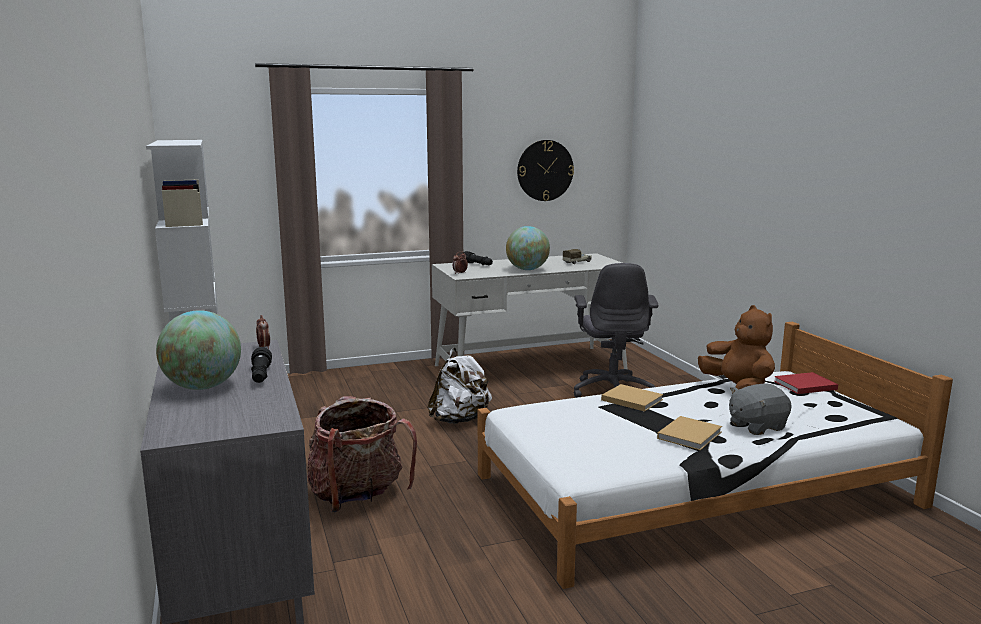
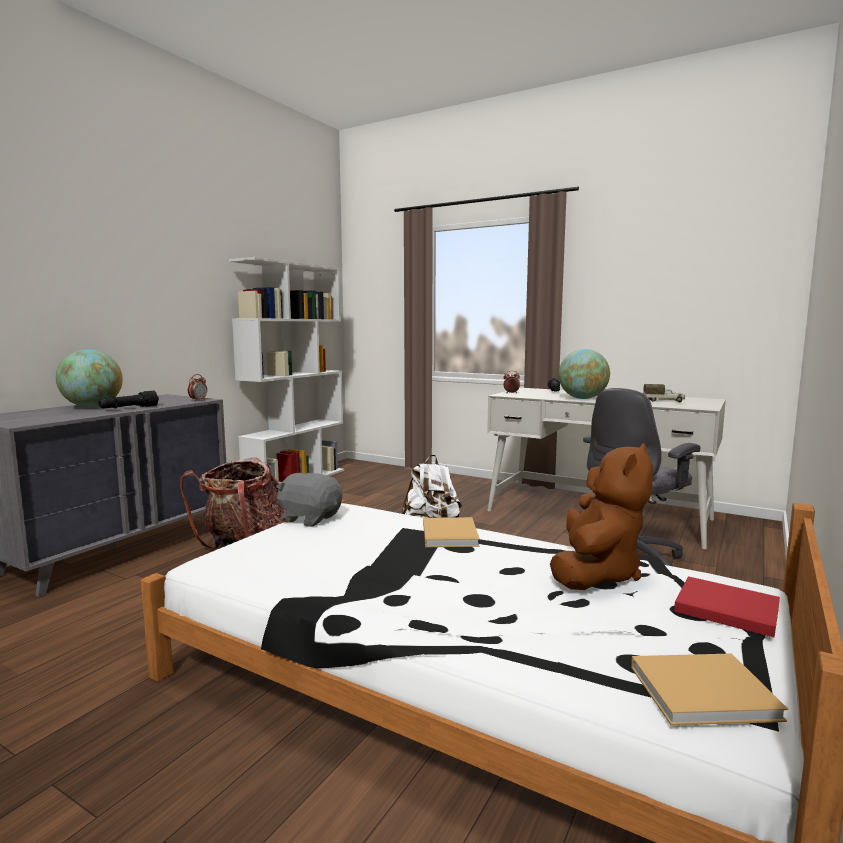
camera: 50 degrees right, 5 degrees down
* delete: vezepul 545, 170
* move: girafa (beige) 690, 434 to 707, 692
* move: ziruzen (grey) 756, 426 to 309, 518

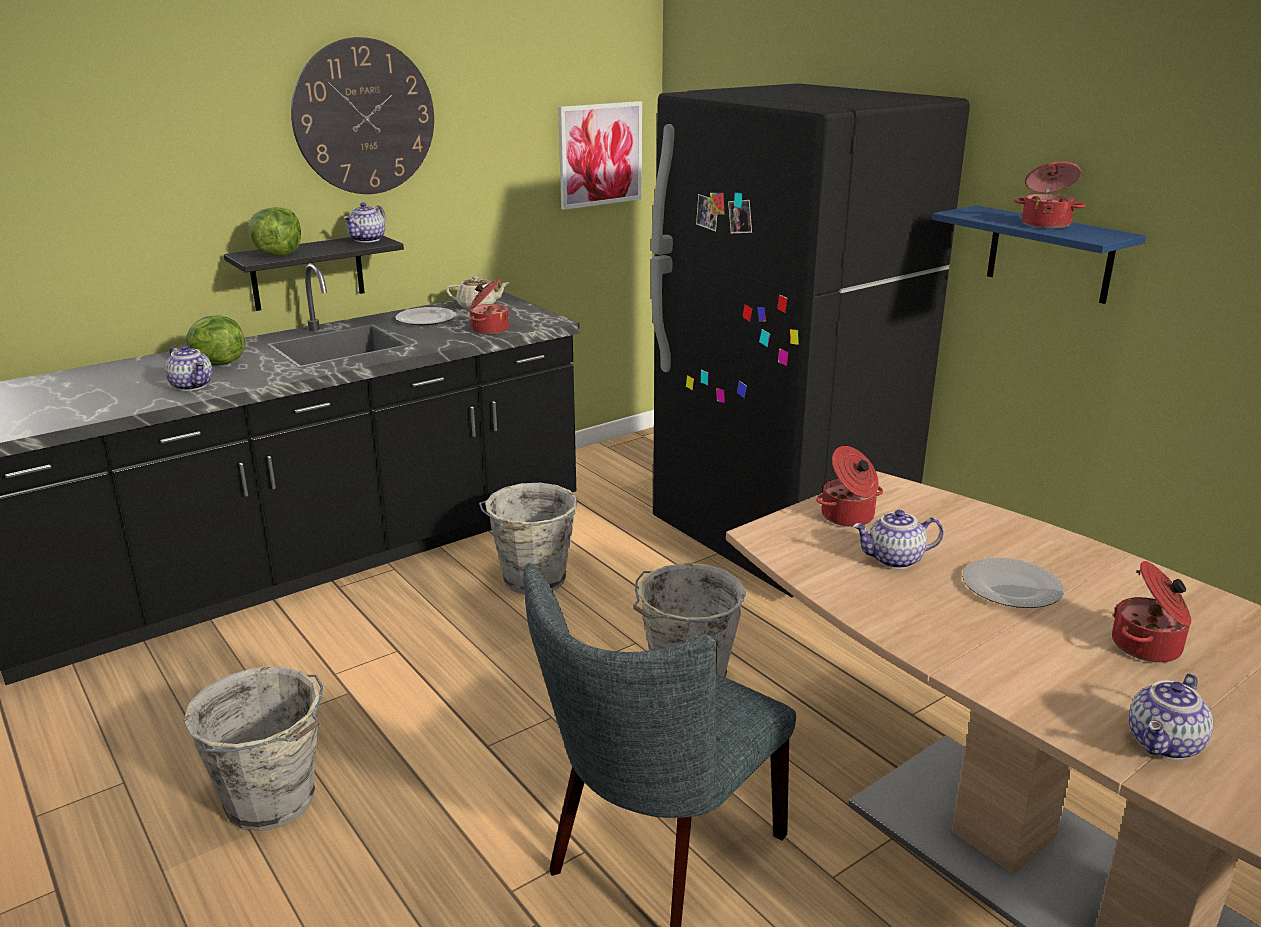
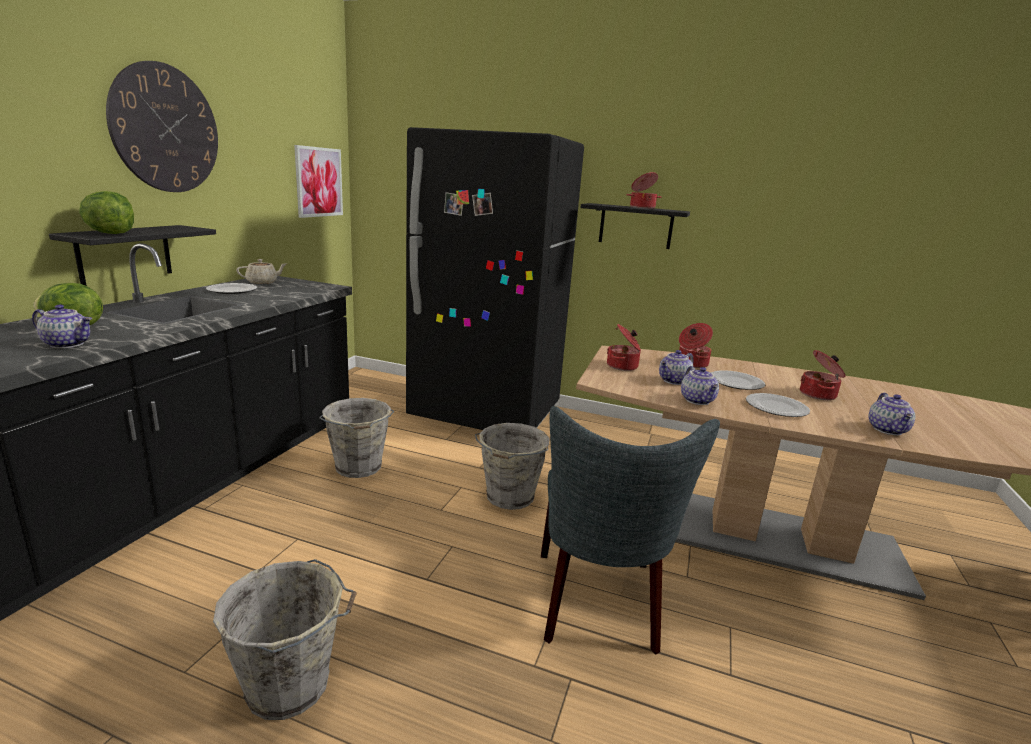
camera: 35 degrees left, 5 degrees down
* move: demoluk 368, 240 to 698, 400
* move: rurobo 489, 329 to 691, 364
* recolor: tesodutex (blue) 1049, 254 to tesodutex (black) 635, 226
* insert: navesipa 775, 407

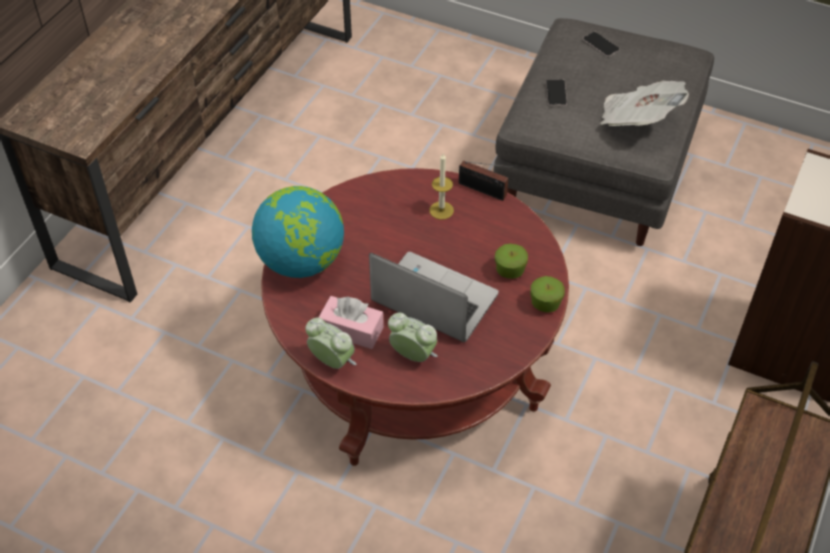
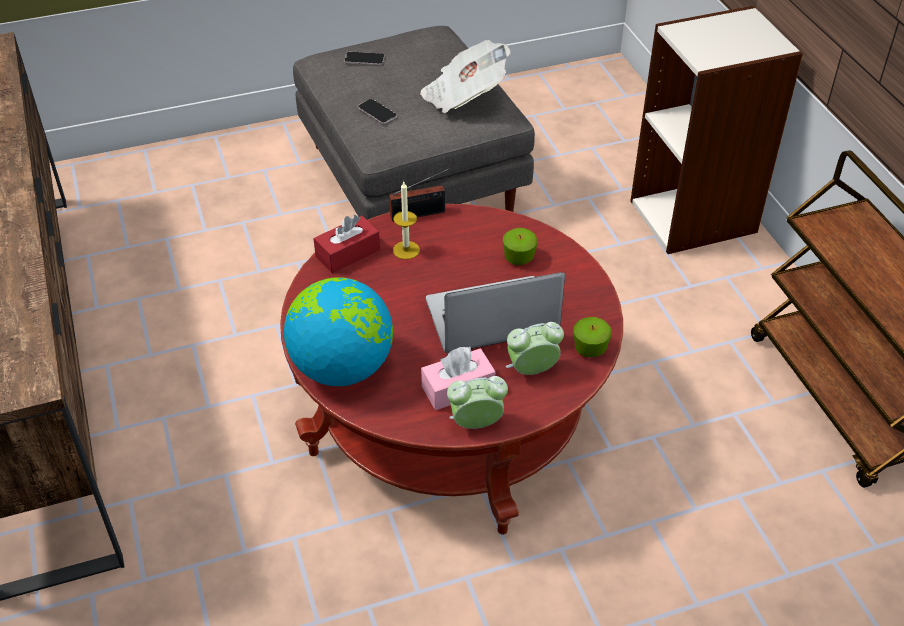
camera: 45 degrees left, 5 degrees down
* move: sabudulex 545, 304 to 590, 349
* insert: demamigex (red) 348, 253

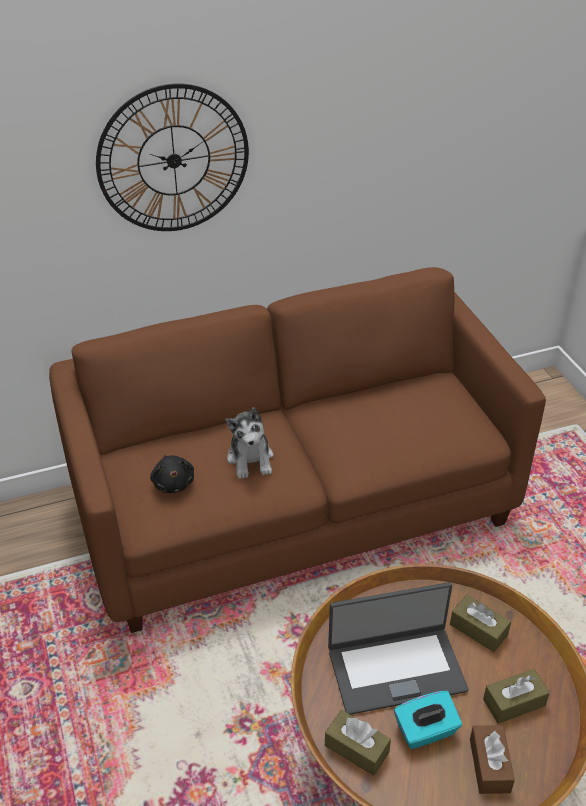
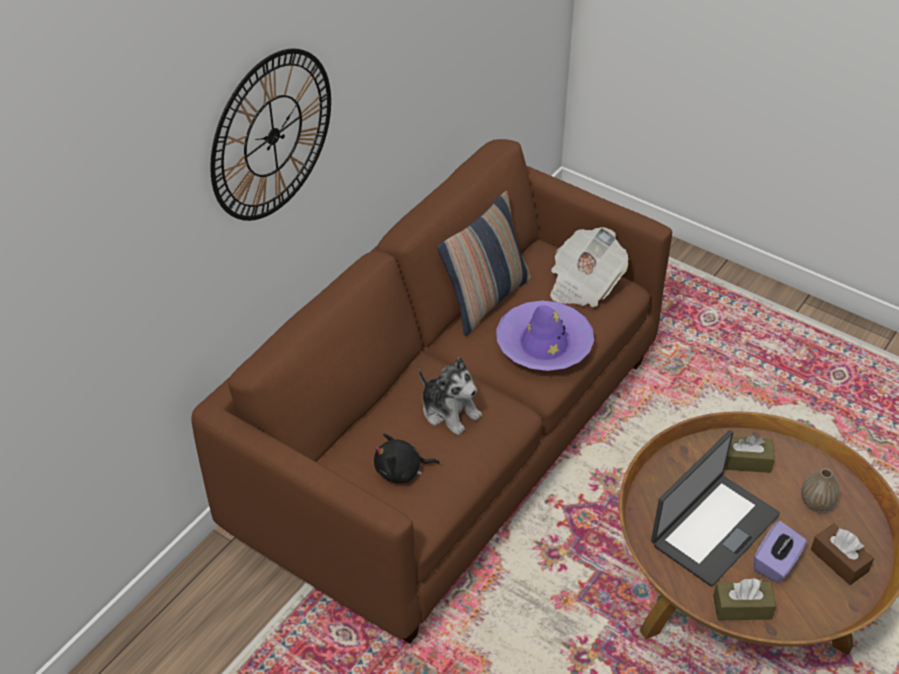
camera: 35 degrees left, 5 degrees up
* rotate: ziruzen (black) 173, 482 = 401, 471 135 degrees clockwise
* recolor: demamigex (turquoise) 425, 731 to demamigex (purple) 776, 563
* replace: demamigex (brown) 514, 702 to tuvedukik 816, 503
* insert: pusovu 486, 300
* insert: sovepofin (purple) 544, 344
* insert: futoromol 584, 284

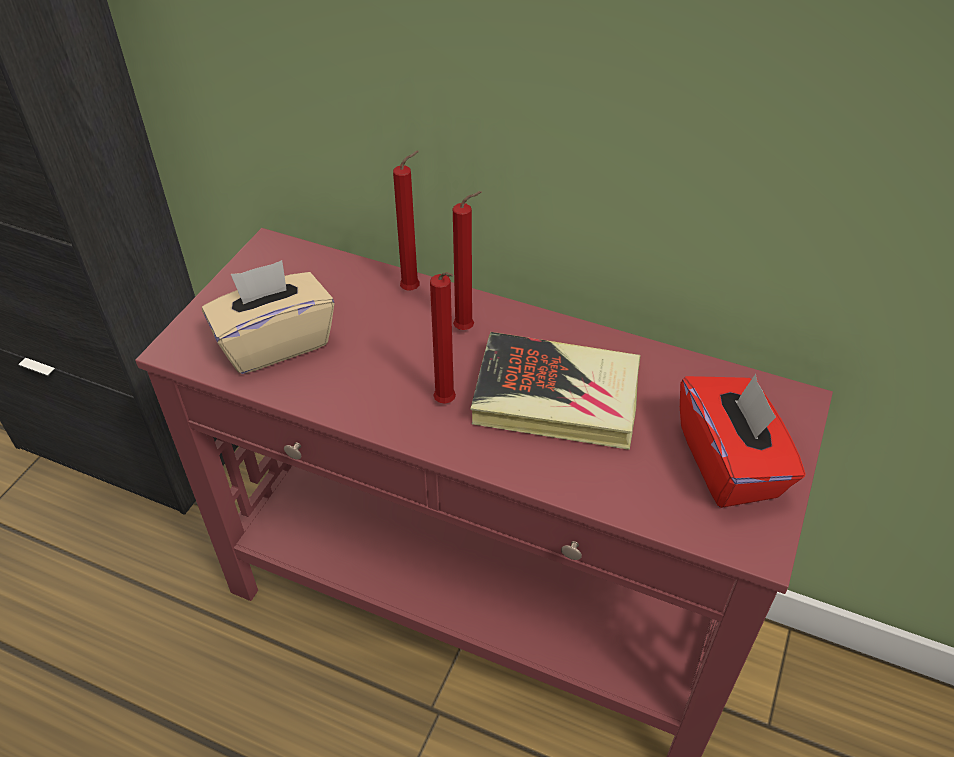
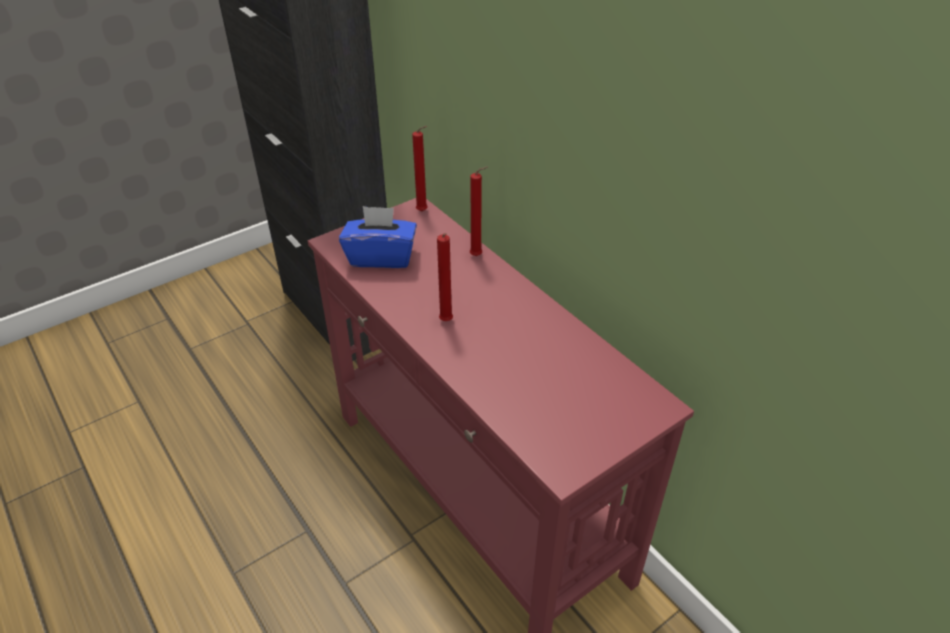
camera: 30 degrees right, 5 degrees down
* recolor: demamigex (beige) 275, 342 to demamigex (blue) 381, 257
* move: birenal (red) 467, 329 to 423, 212
* delete: girafa 556, 399
* delete: demamigex (red) 730, 463

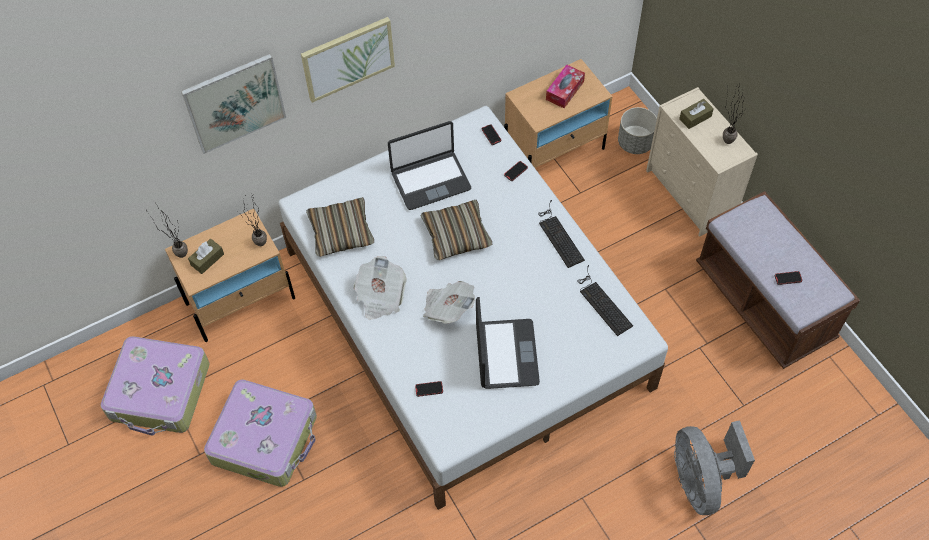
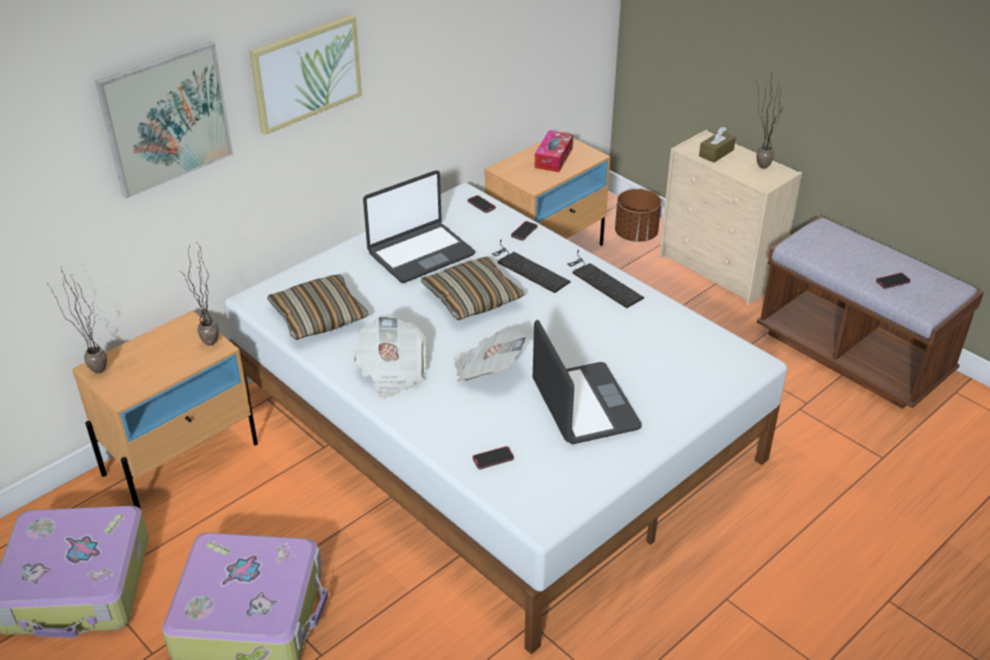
camera: 15 degrees left, 20 degrees down
* delete: demamigex (brown) 207, 259
* move: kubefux 602, 302 to 527, 268
* recolor: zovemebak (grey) 635, 143 to zovemebak (brown) 635, 235
* delete: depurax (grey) 700, 480

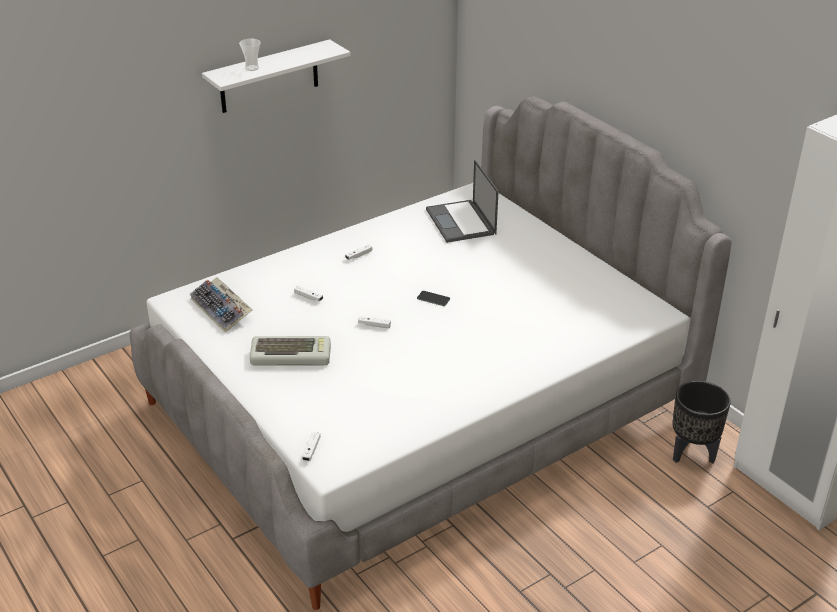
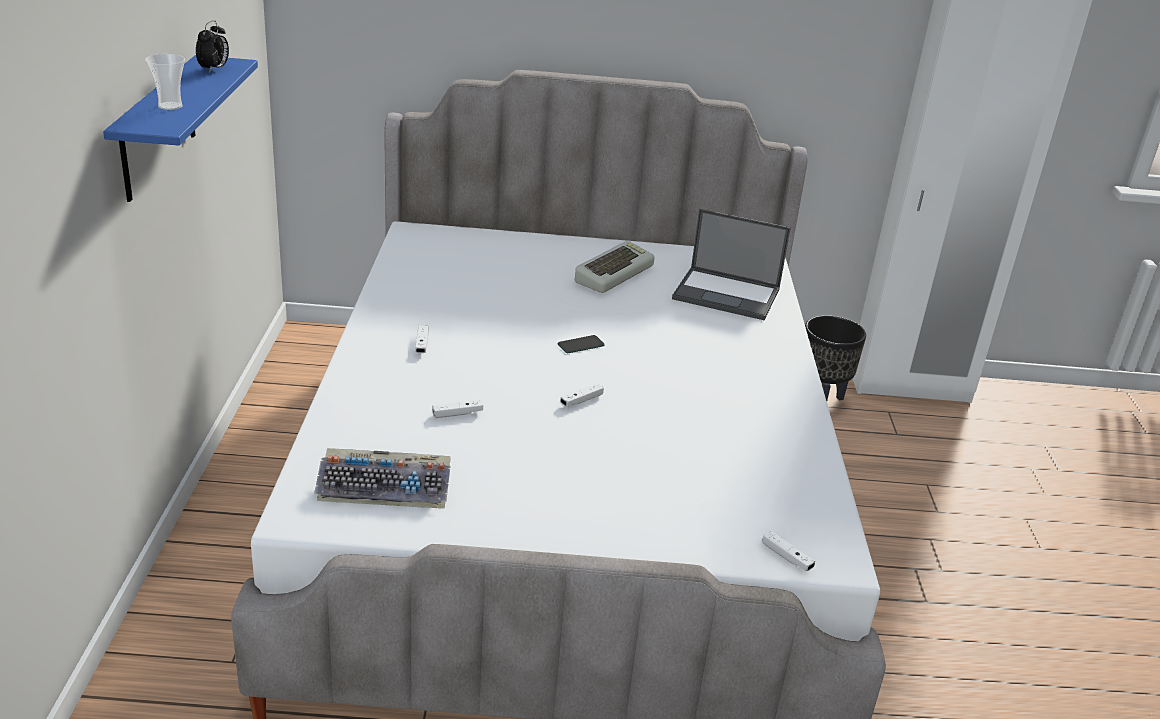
camera: 55 degrees left, 5 degrees down
* recolor: tesodutex (white) 269, 77 to tesodutex (blue) 157, 128
* move: kubefux 292, 355 to 613, 273
* move: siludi 461, 222 to 728, 294
* insert: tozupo 214, 69

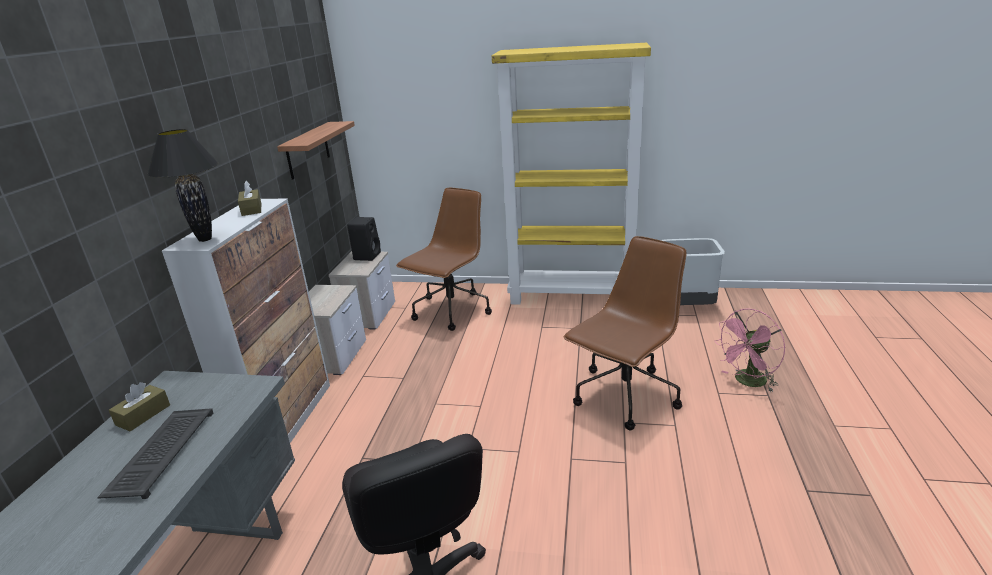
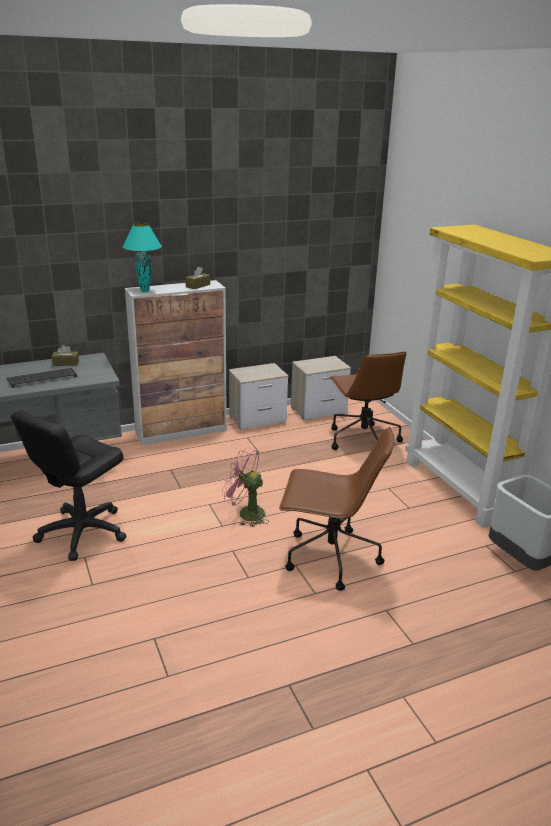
camera: 55 degrees right, 0 degrees up
* recolor: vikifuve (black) 205, 239 to vikifuve (turquoise) 144, 291
* delete: tesodutex 308, 150
* delete: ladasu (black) 367, 256
* rotate: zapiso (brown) 451, 311 = 362, 440 75 degrees clockwise
* move: depurax (pink) 747, 382 to 245, 513

